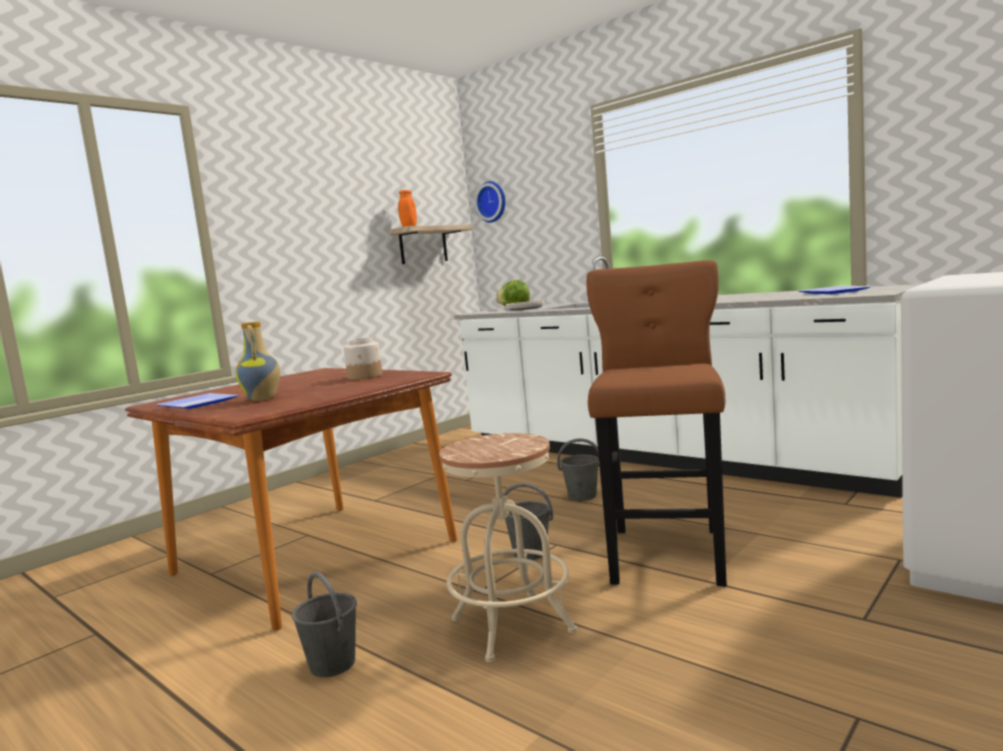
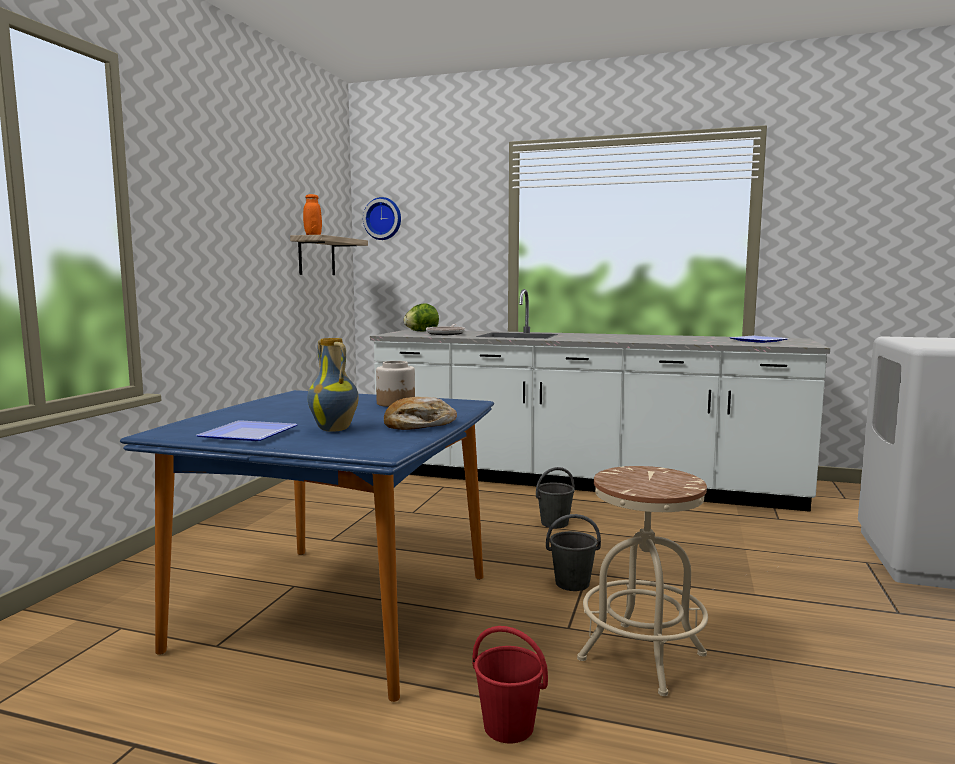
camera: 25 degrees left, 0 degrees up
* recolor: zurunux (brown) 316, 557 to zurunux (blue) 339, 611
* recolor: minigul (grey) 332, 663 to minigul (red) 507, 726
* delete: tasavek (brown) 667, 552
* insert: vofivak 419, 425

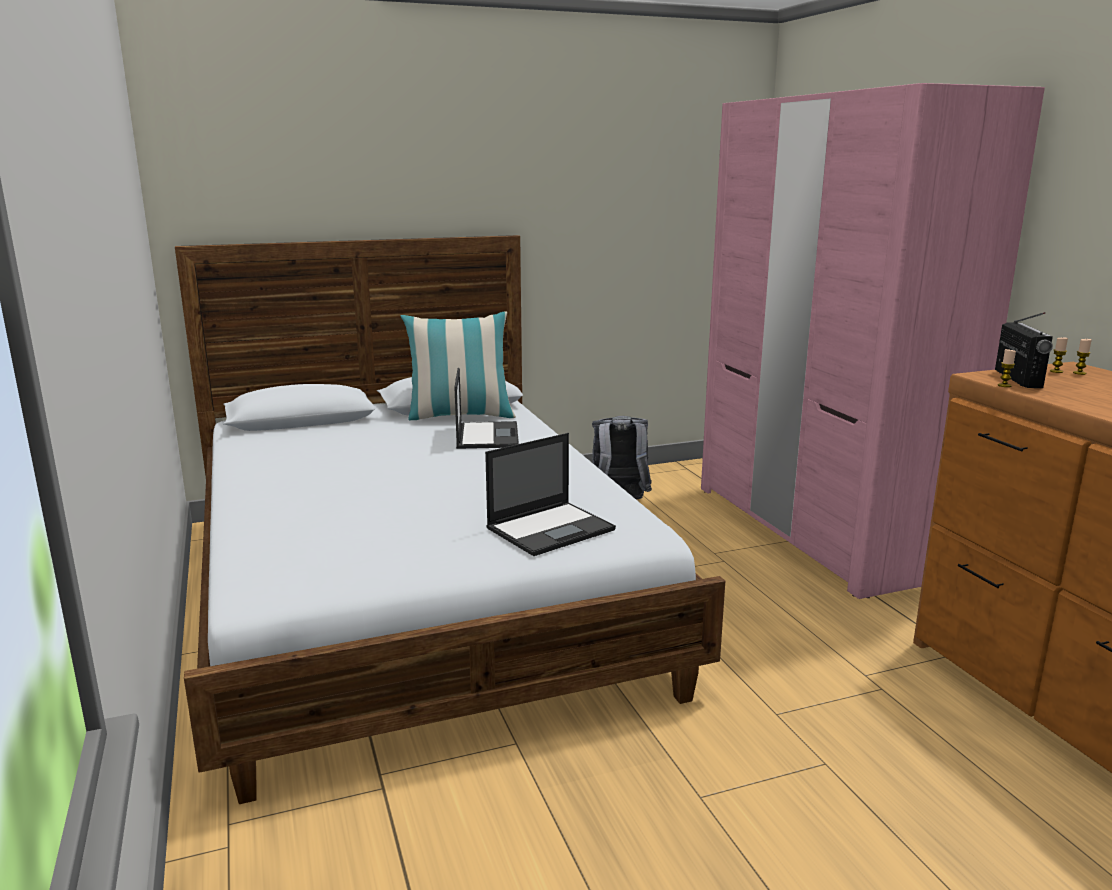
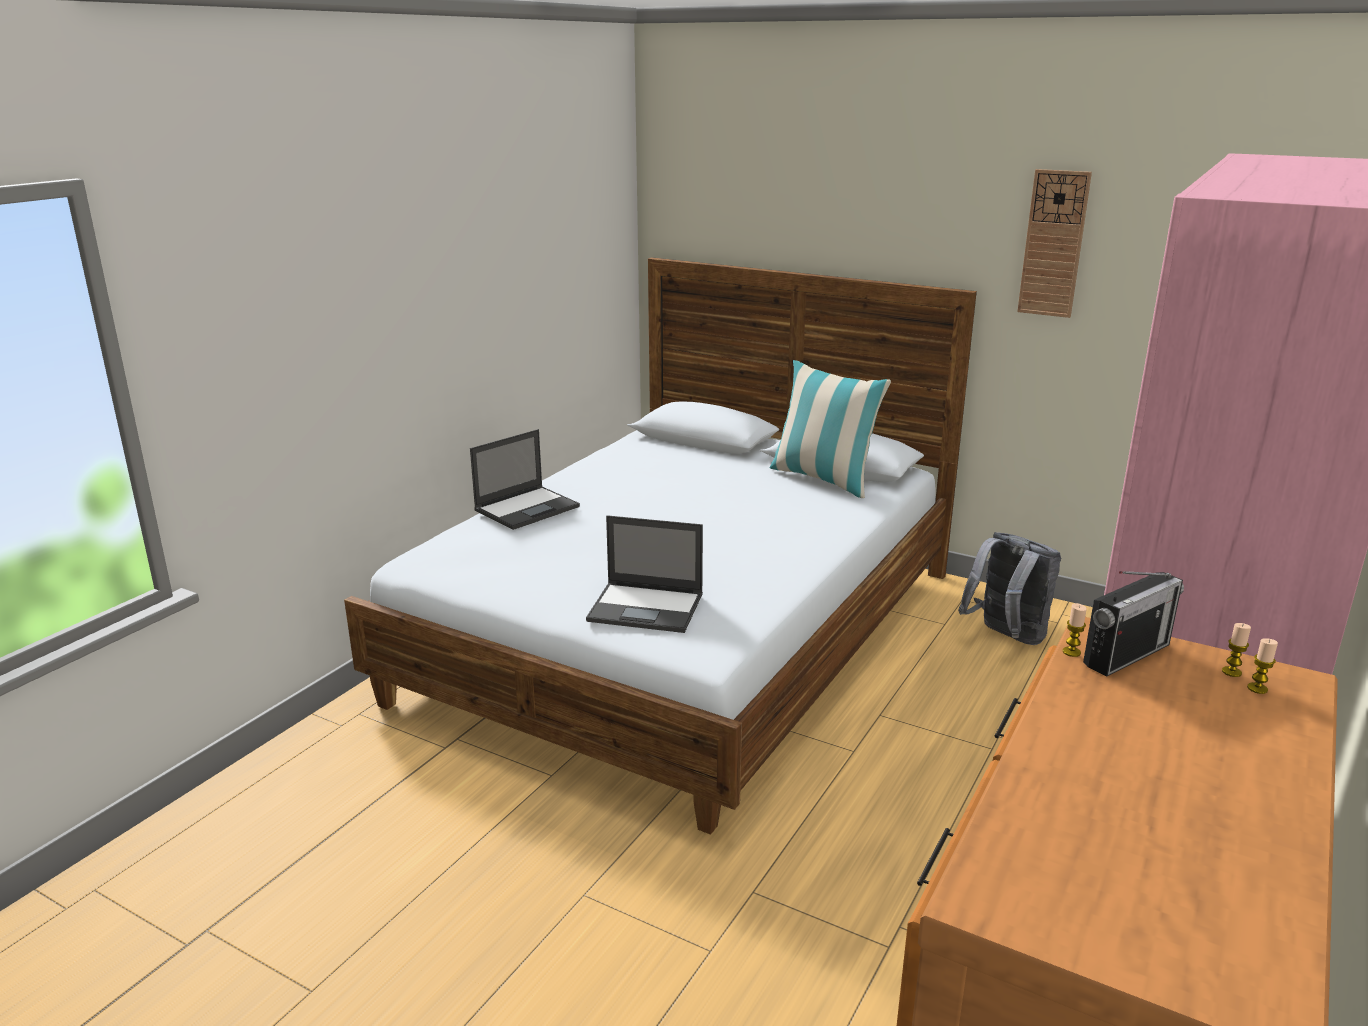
camera: 50 degrees right, 5 degrees up
* move: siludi 487, 435 to 528, 508
* insert: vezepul 1053, 244

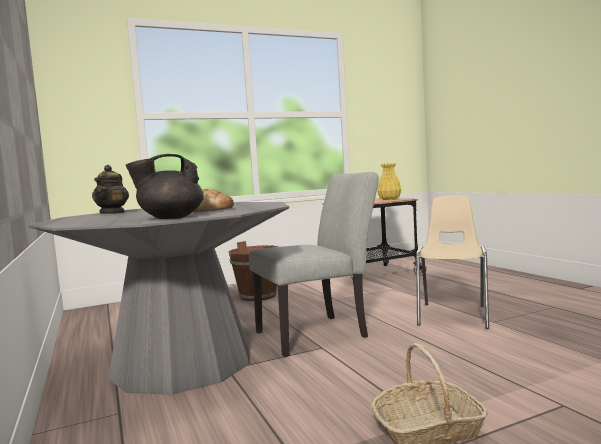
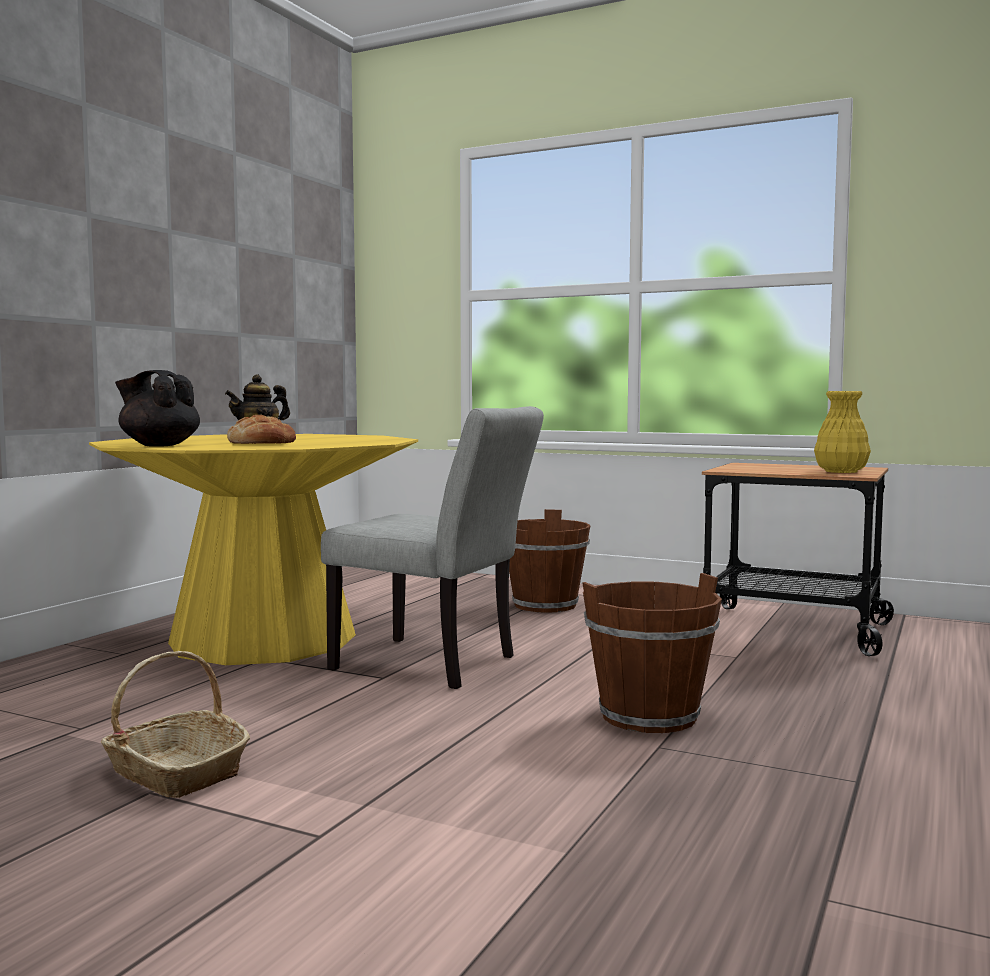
camera: 50 degrees right, 0 degrees up
* recolor: zurunux (grey) 182, 362 to zurunux (yellow) 263, 639
* replace: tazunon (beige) 453, 315 to minigul (brown) 649, 716

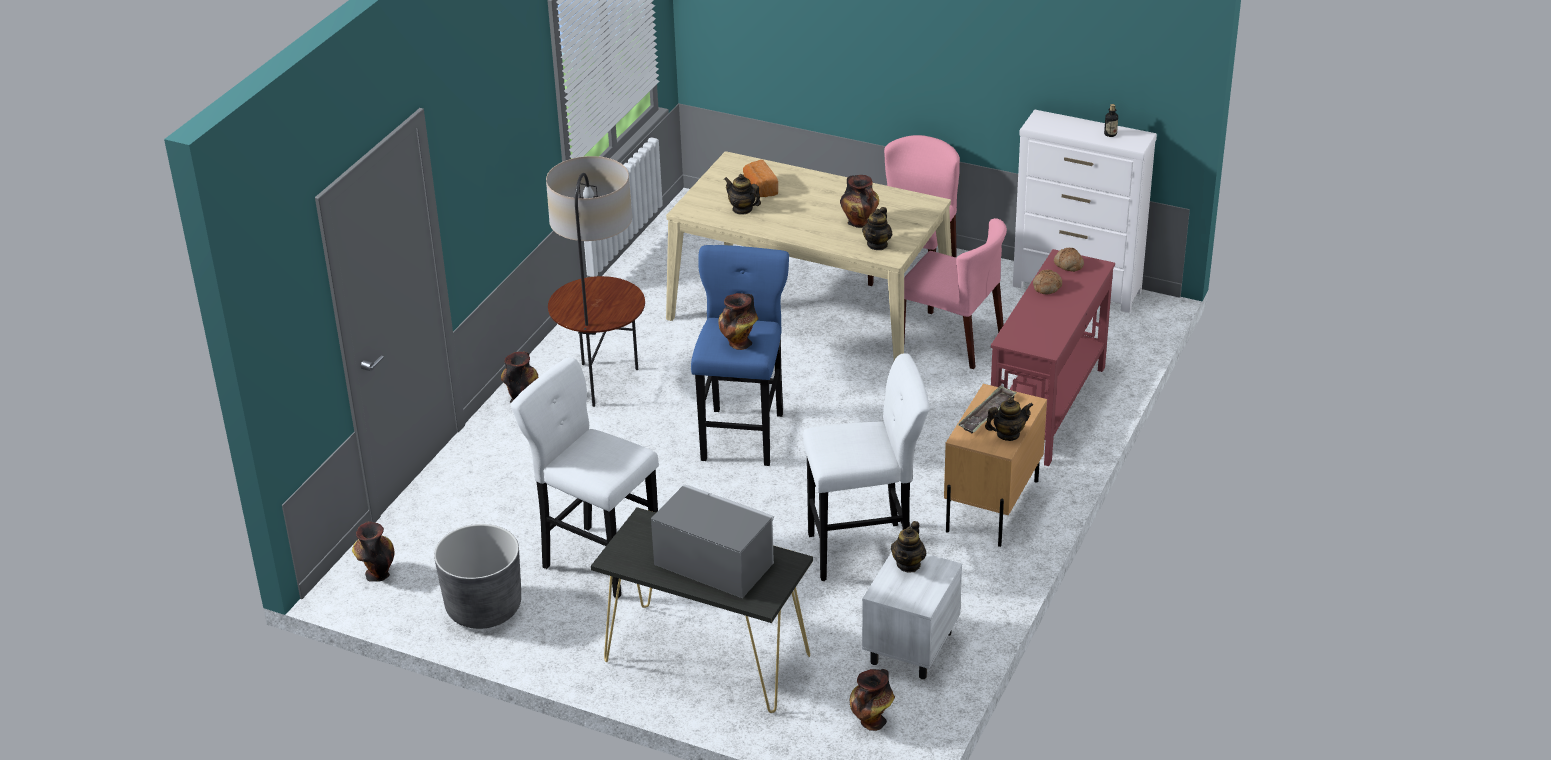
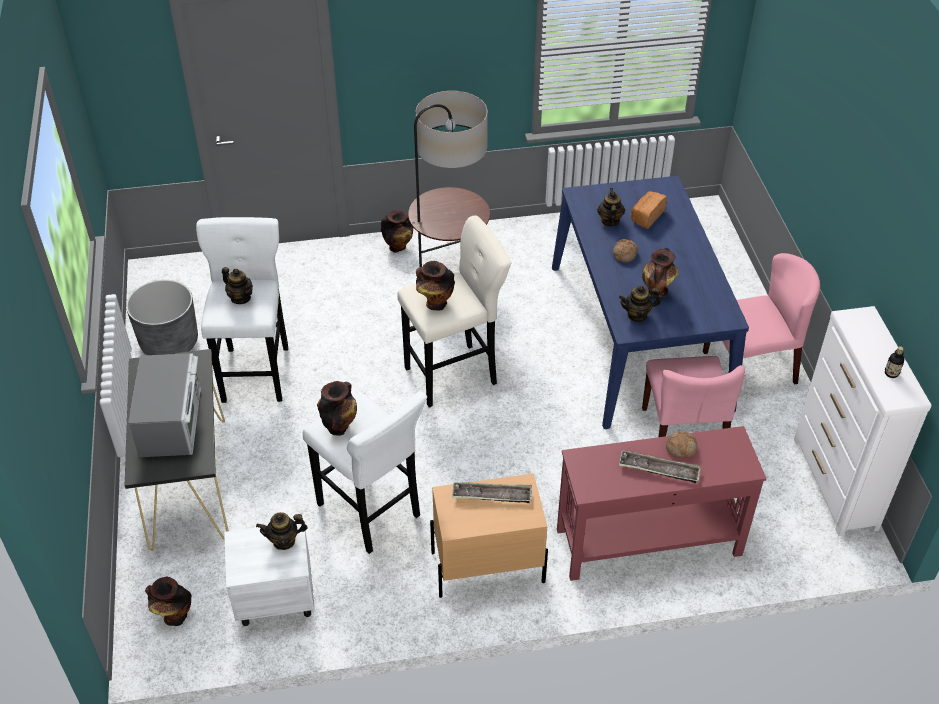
camera: 55 degrees right, 10 degrees up
* move: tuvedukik 377, 573 to 339, 425
* recolor: zurunux (beige) 810, 310 to zurunux (blue) 638, 335
* recolor: tasavek (blue) 743, 433 to tasavek (beige) 455, 374
* move: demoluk 1008, 434 to 240, 298
* move: vofivak 1068, 265 to 624, 254
* insert: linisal 659, 470

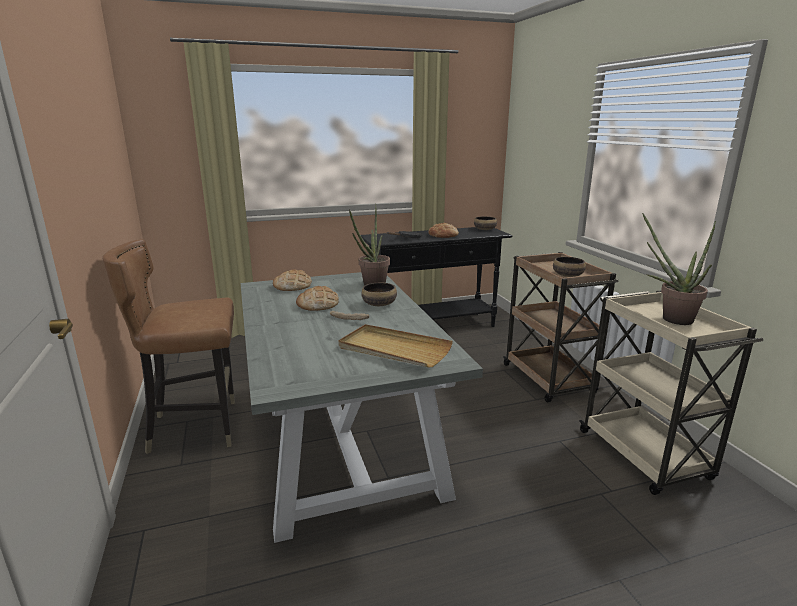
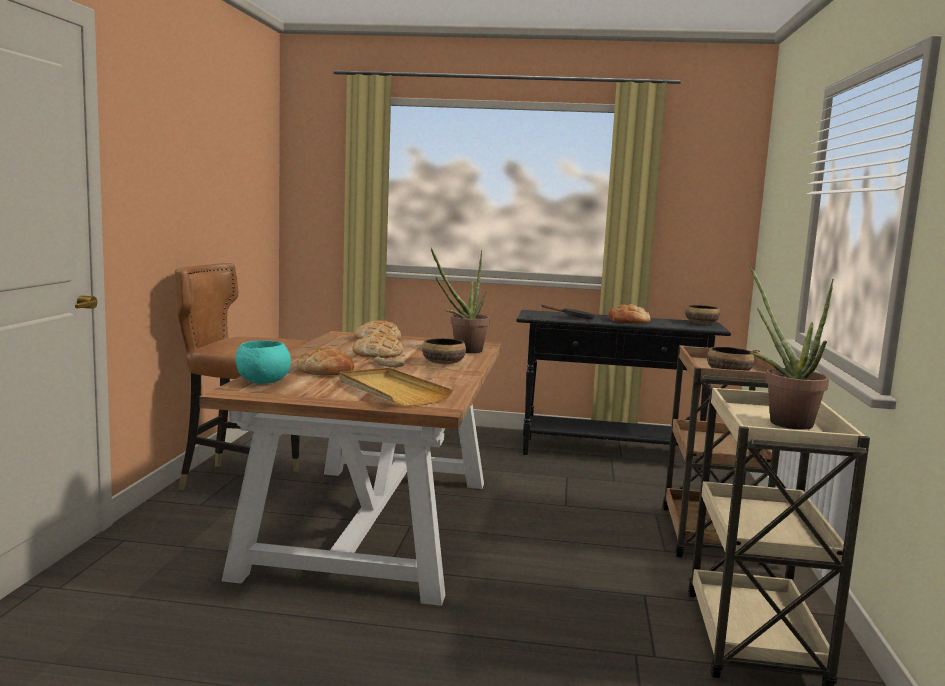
camera: 25 degrees right, 10 degrees down
* recolor: zurunux (grey) 340, 437 to zurunux (brown) 374, 524
* insert: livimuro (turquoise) 262, 381
* insert: vofivak 326, 370

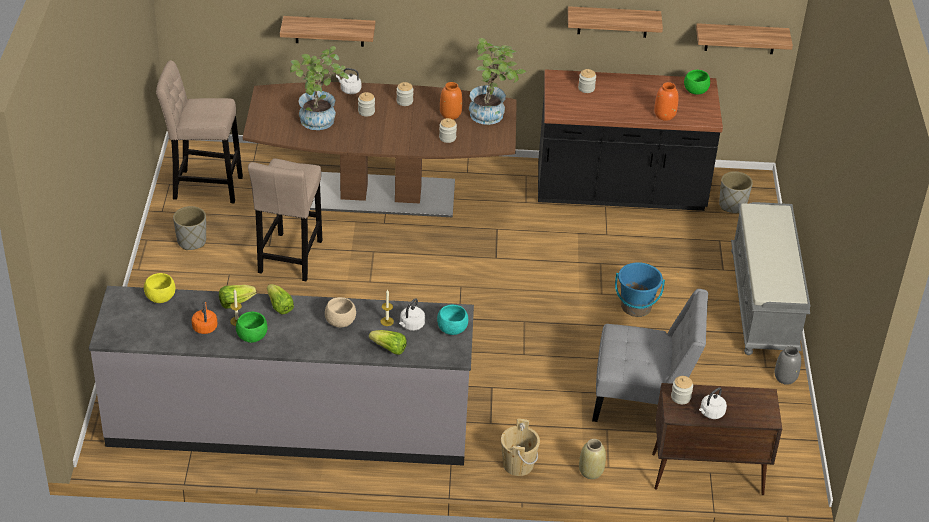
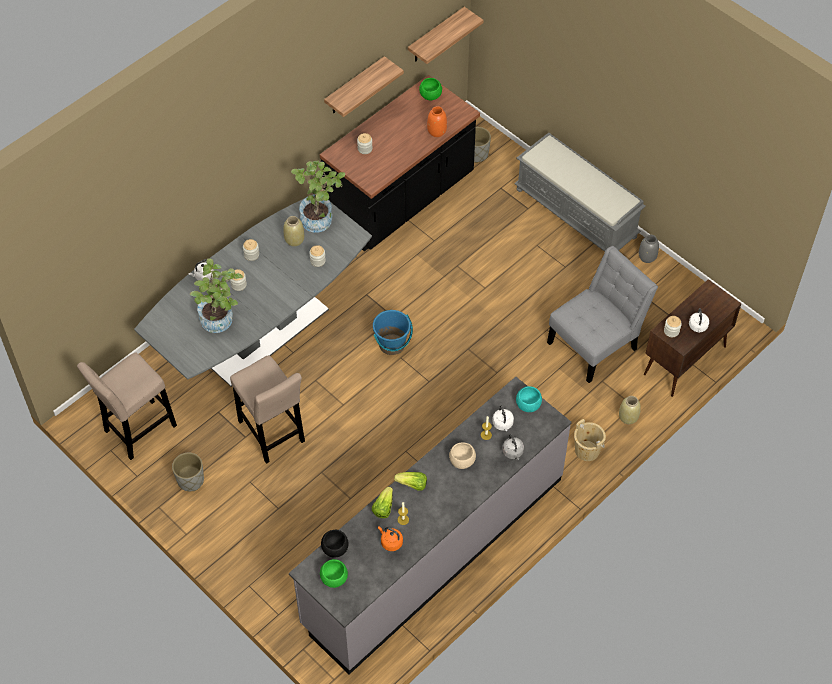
camera: 45 degrees left, 15 degrees up
* recolor: livimuro (yellow) 160, 298 to livimuro (black) 335, 549
* move: livimuro (green) 252, 337 to 334, 579
* recolor: zurunux (brown) 381, 195 to zurunux (grey) 262, 332
* delete: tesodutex 329, 31
* replace: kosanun 389, 349 to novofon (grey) 513, 453
* recolor: tuvedukik (orange) 450, 114 to tuvedukik (beige) 295, 240
* move: minigul (blue) 636, 307 to 392, 345

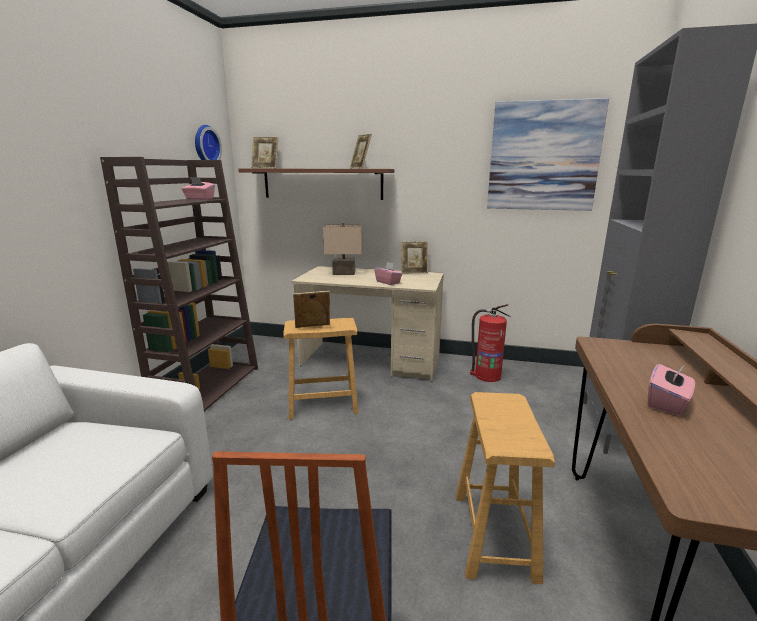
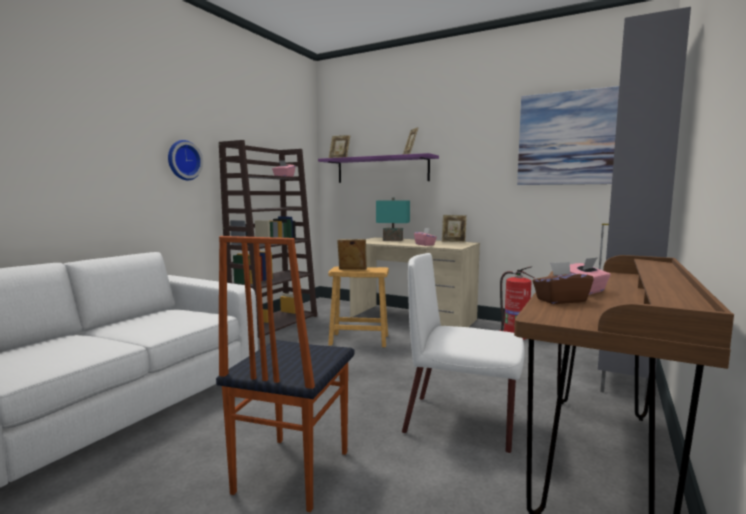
camera: 15 degrees right, 10 degrees down
* move: vezepul 205, 145 to 183, 160
* recolor: tesodutex (brown) 322, 183 to tesodutex (purple) 382, 170
* recolor: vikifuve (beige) 343, 273 to vikifuve (turquoise) 392, 240
* replace: tasavek (brown) 493, 535 to tazunon (white) 462, 423
* insert: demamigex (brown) 560, 300

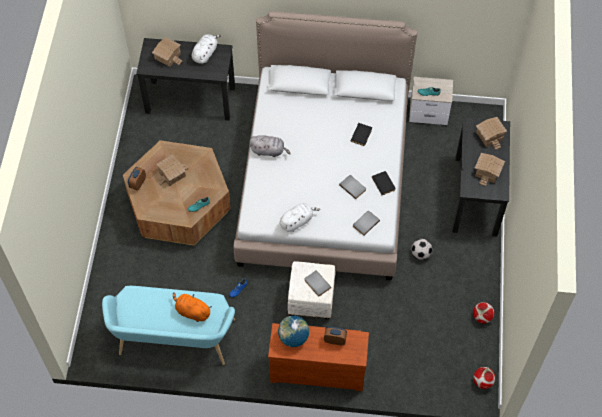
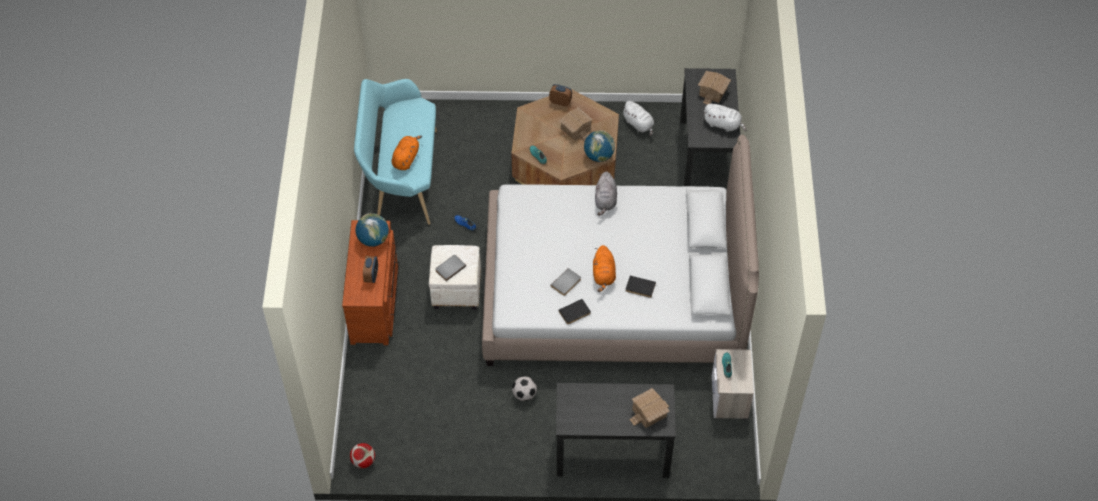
camera: 85 degrees right, 5 degrees down
* move: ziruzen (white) 297, 221 to 639, 124
* delete: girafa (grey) 365, 223
* delete: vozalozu 482, 317
* delete: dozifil 488, 172
* insert: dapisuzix 599, 156
* insert: ziruzen (orange) 603, 275

